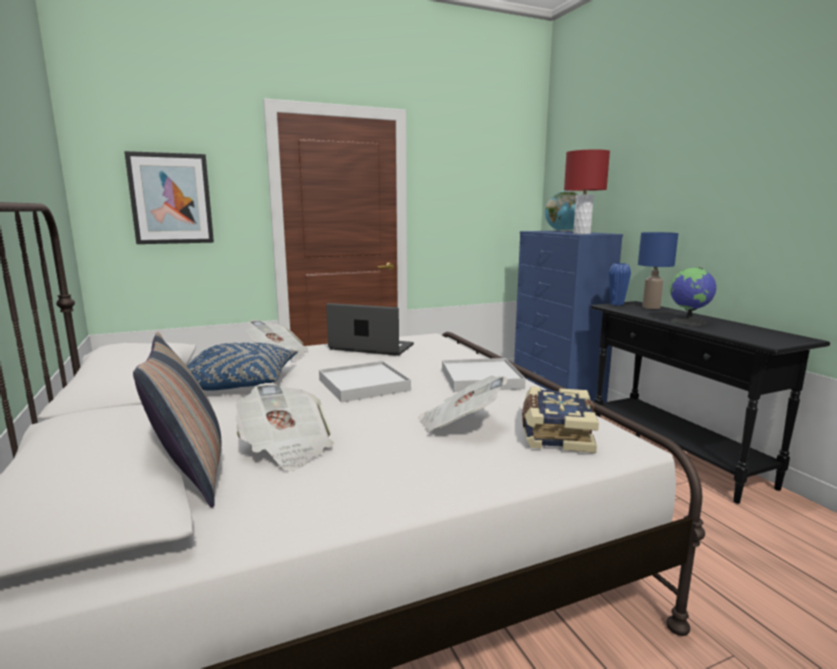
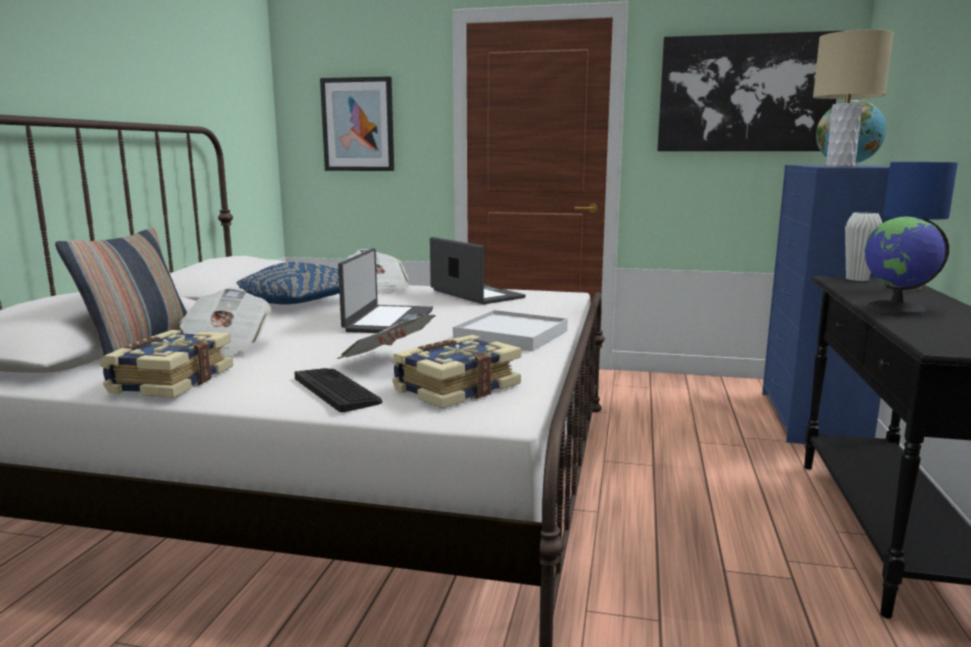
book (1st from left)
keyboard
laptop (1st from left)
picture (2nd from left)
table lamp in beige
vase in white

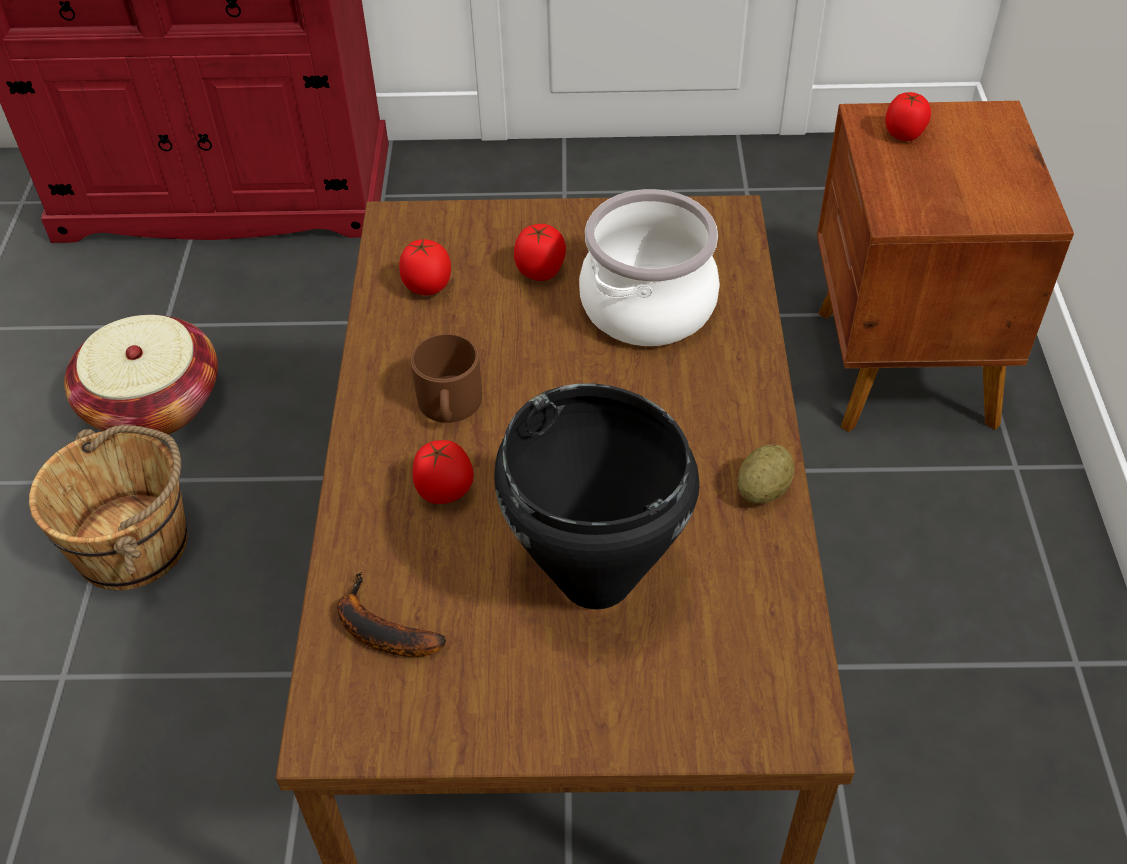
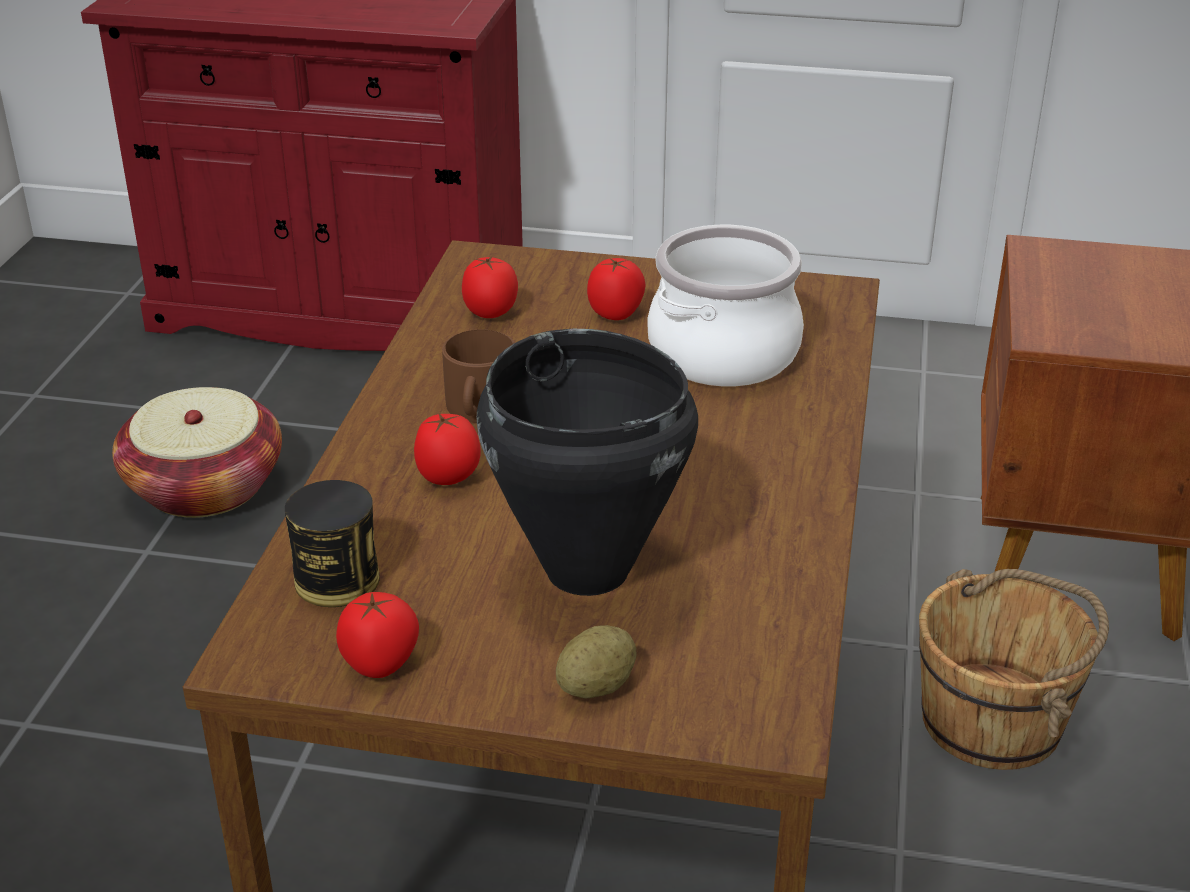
can
tomato (1st from left)
potato
bucket in brown

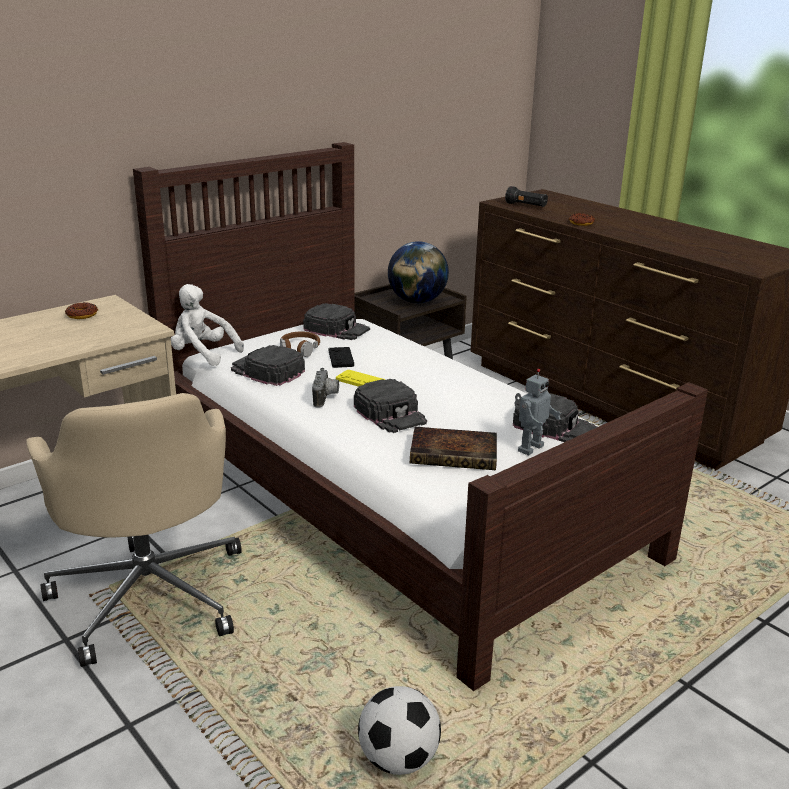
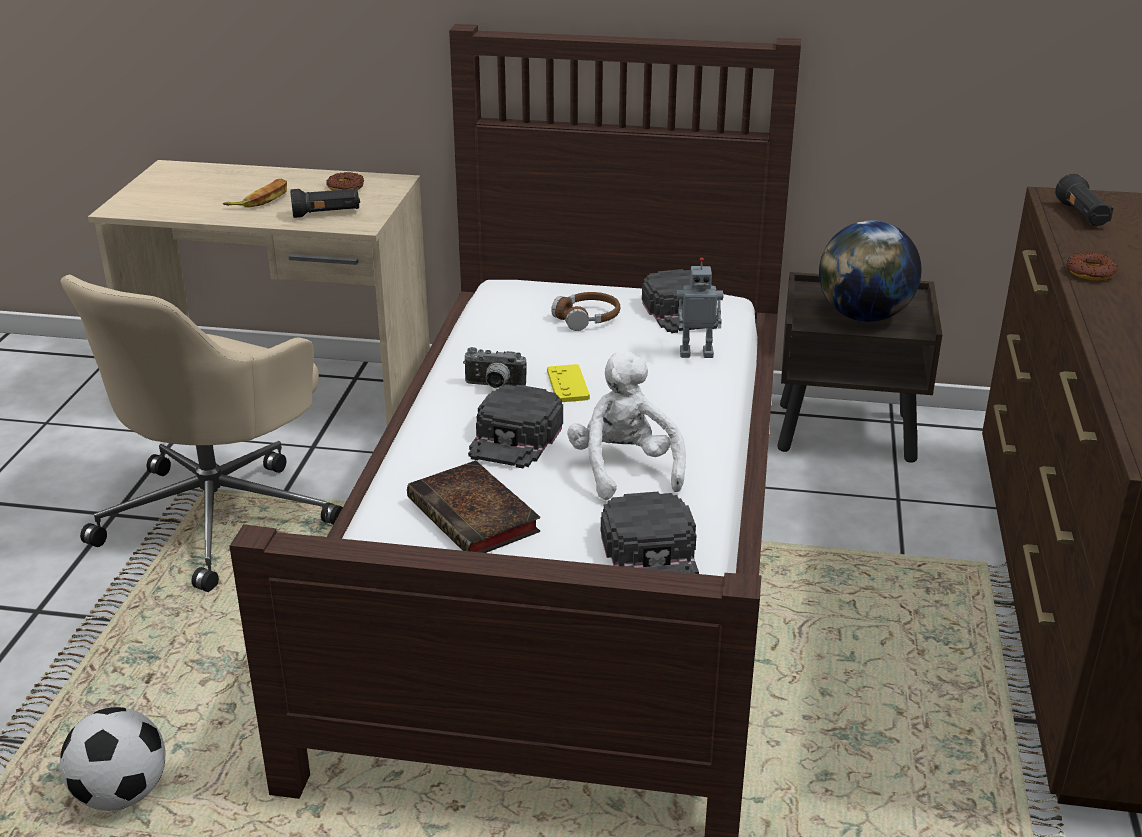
banana
flashlight in black (1st from left)
photo camera
plush toy in white
toy robot
cap in black (1st from left in the first image)
game controller in black

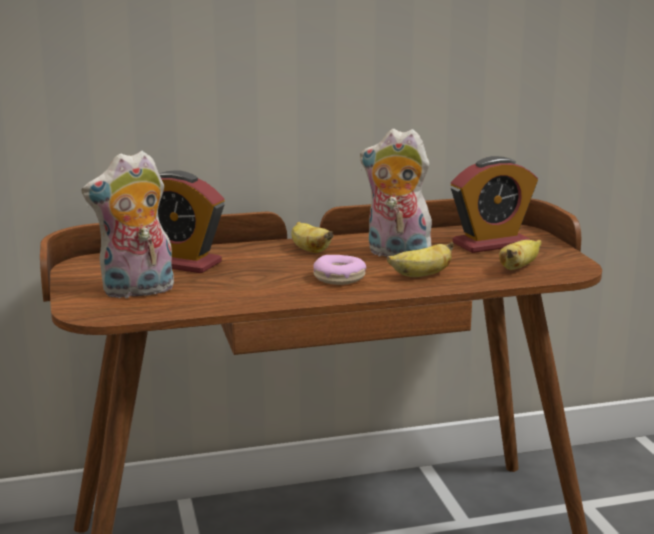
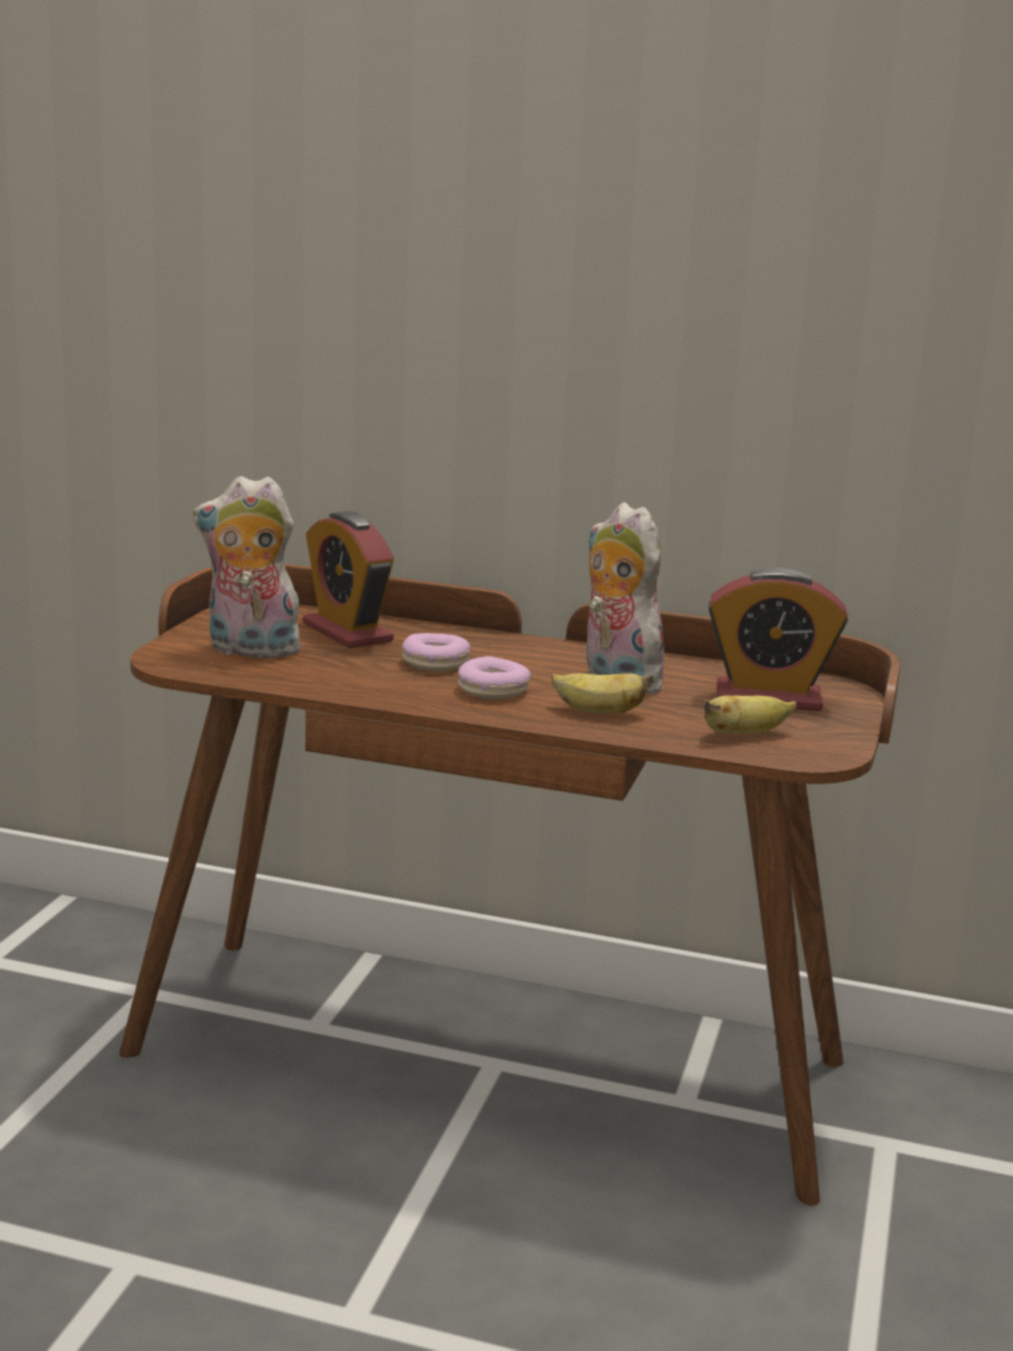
donut (1st from left)
banana (1st from left in the first image)

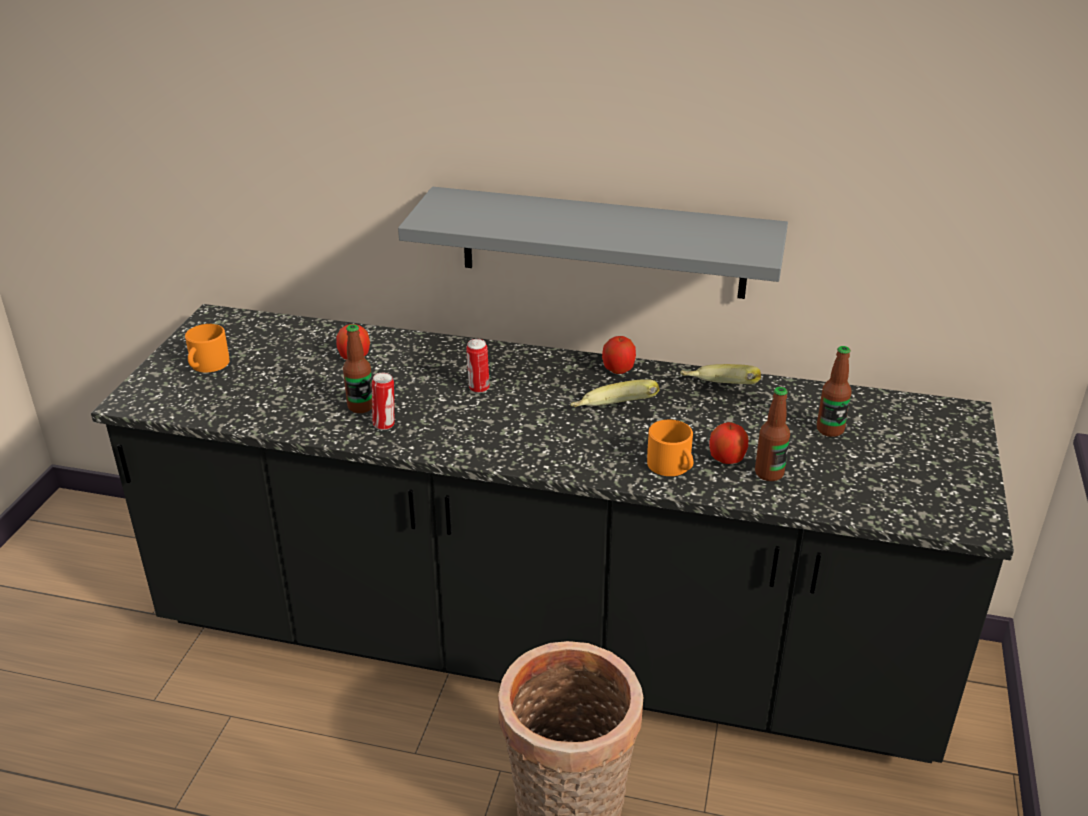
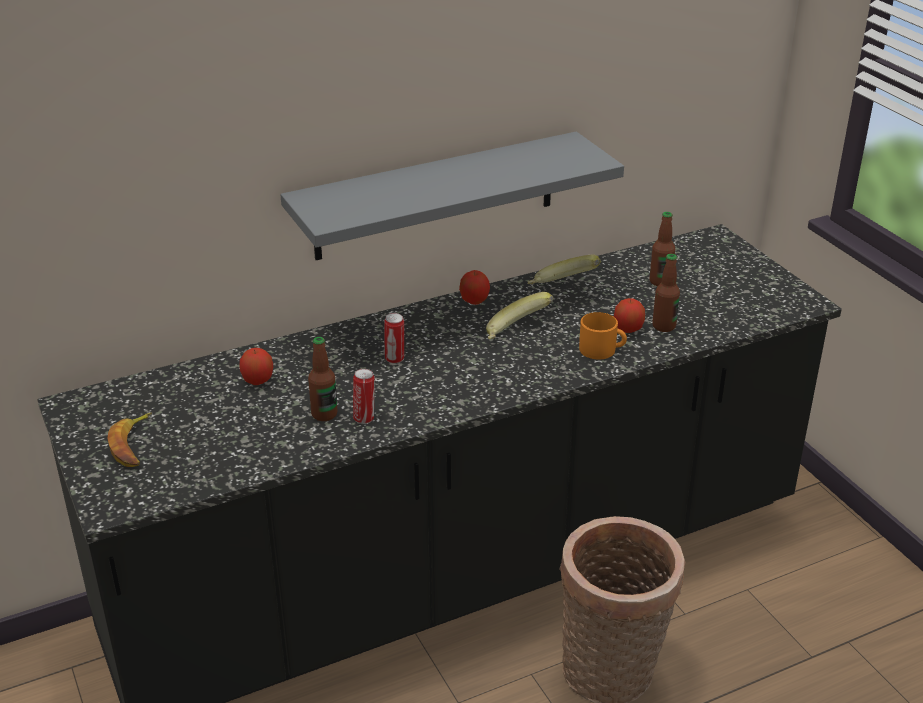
banana (1st from left)

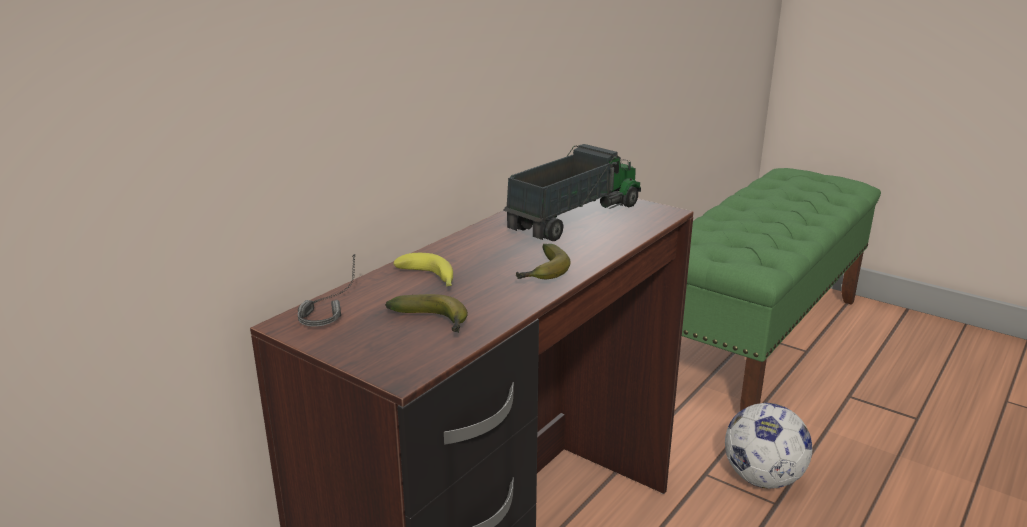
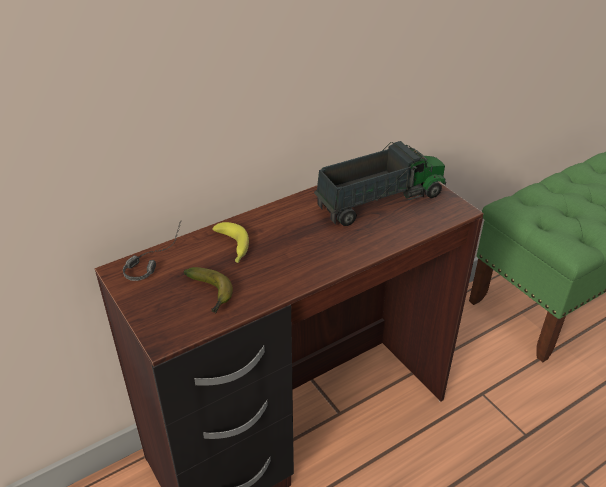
banana (3rd from left in the first image)
football

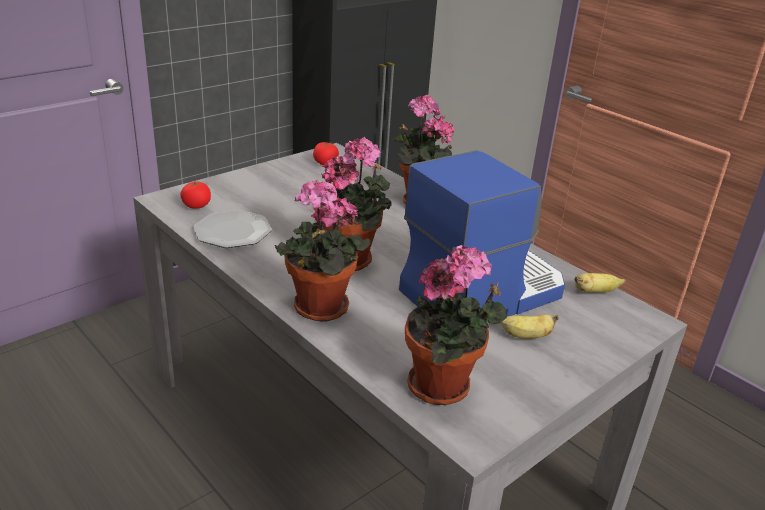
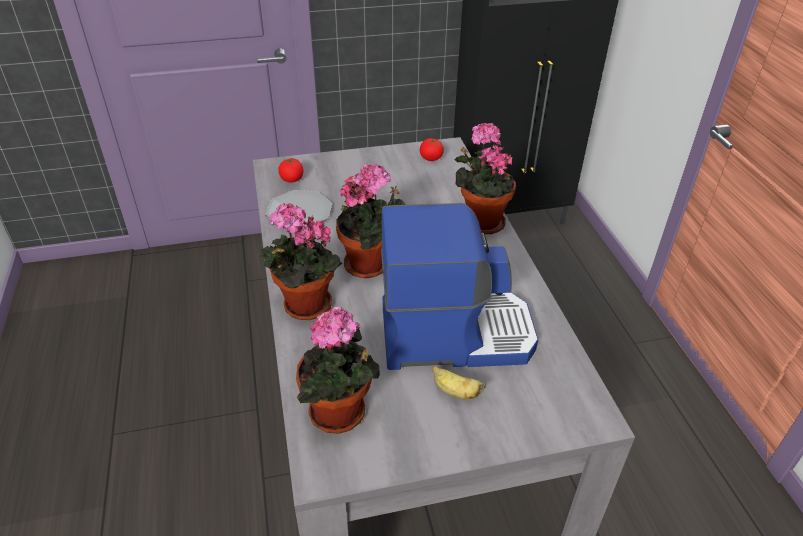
banana (2nd from left in the first image)

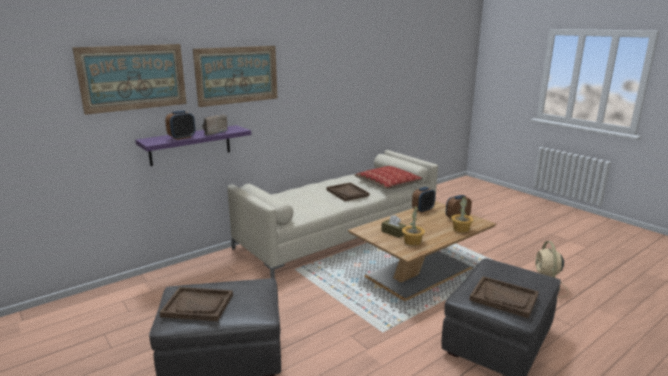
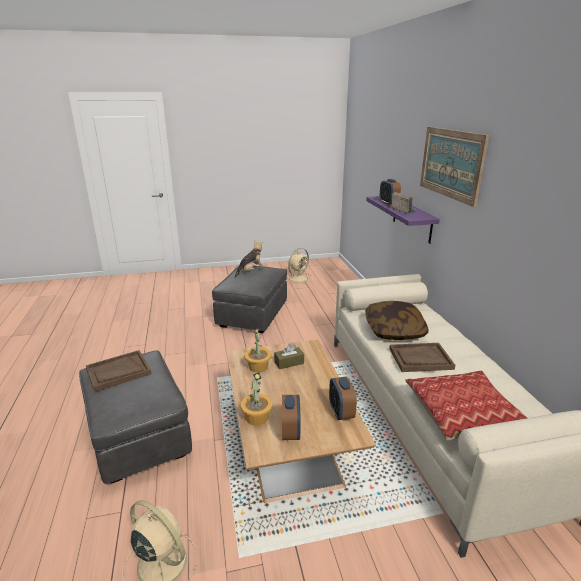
plush toy
fan in beige (2nd from left)
pillow (1st from left)
picture (1st from left in the first image)

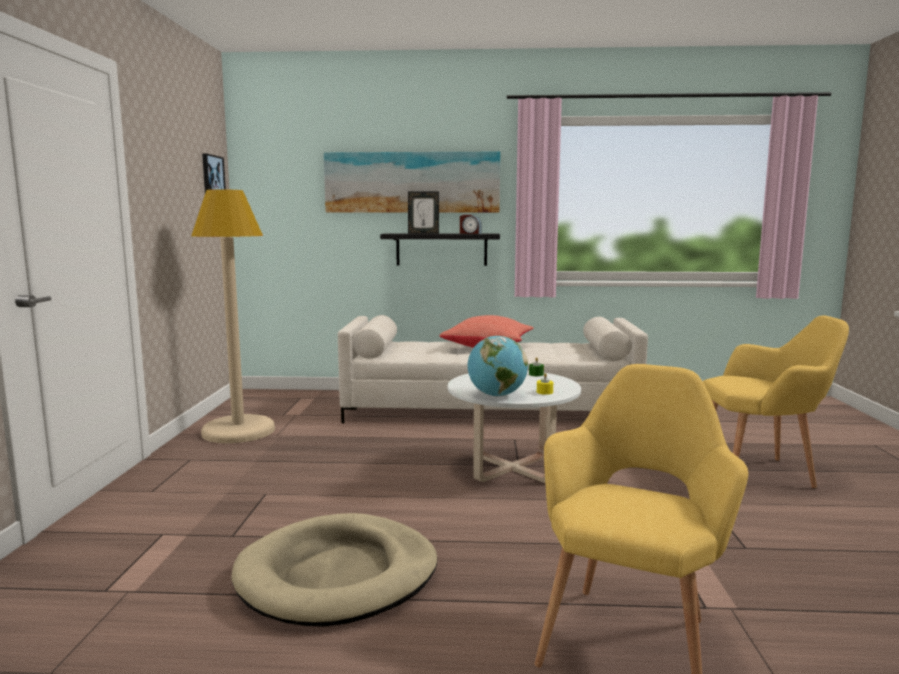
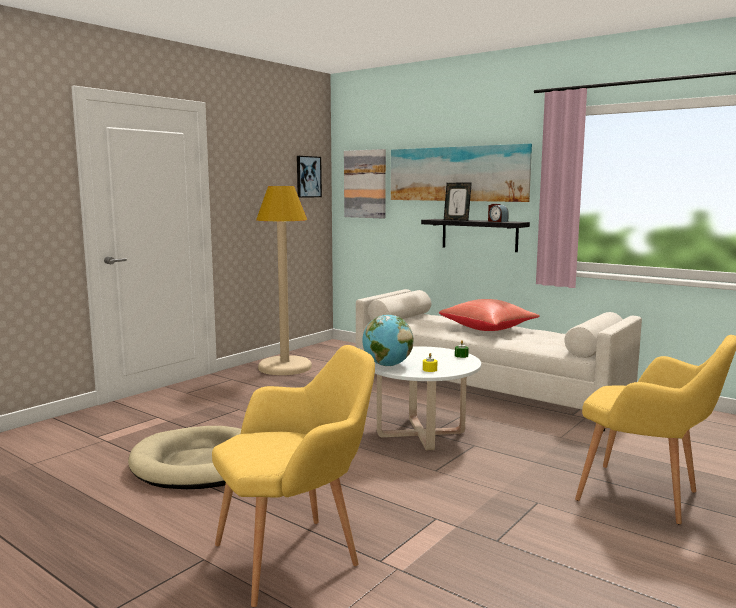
picture (2nd from left)

